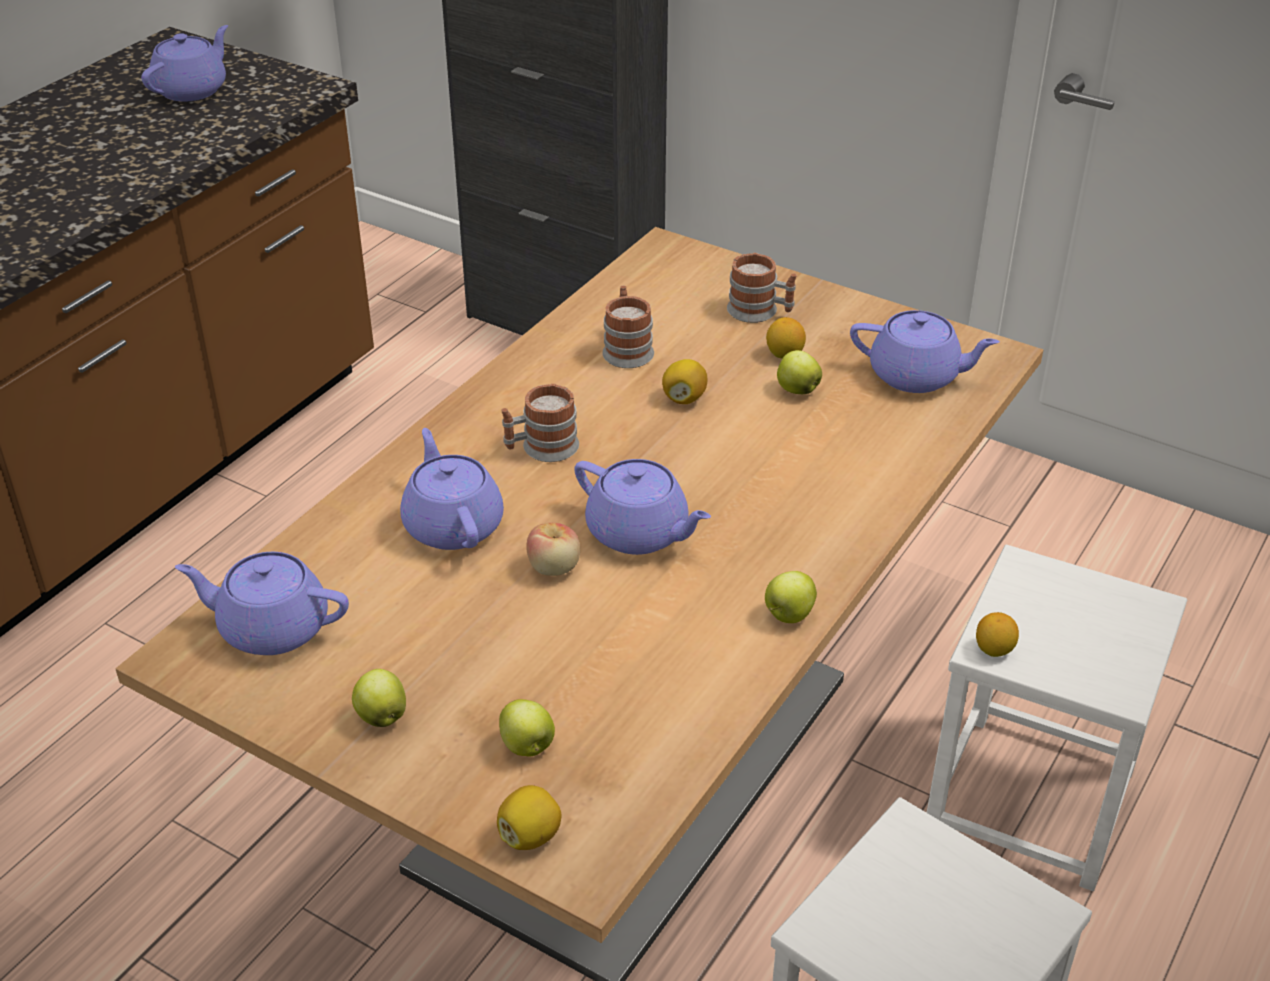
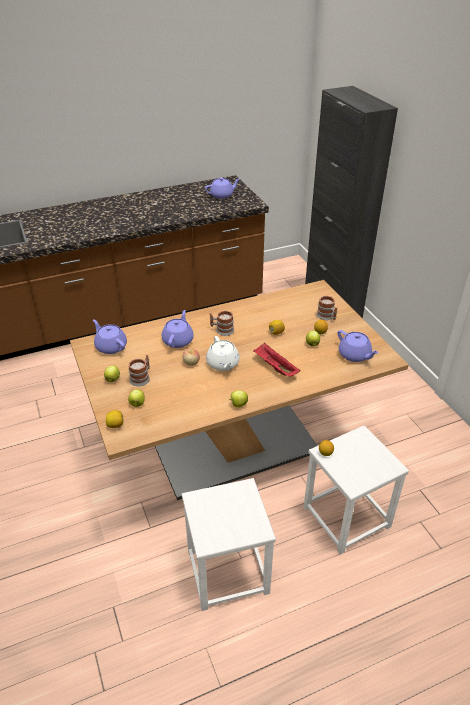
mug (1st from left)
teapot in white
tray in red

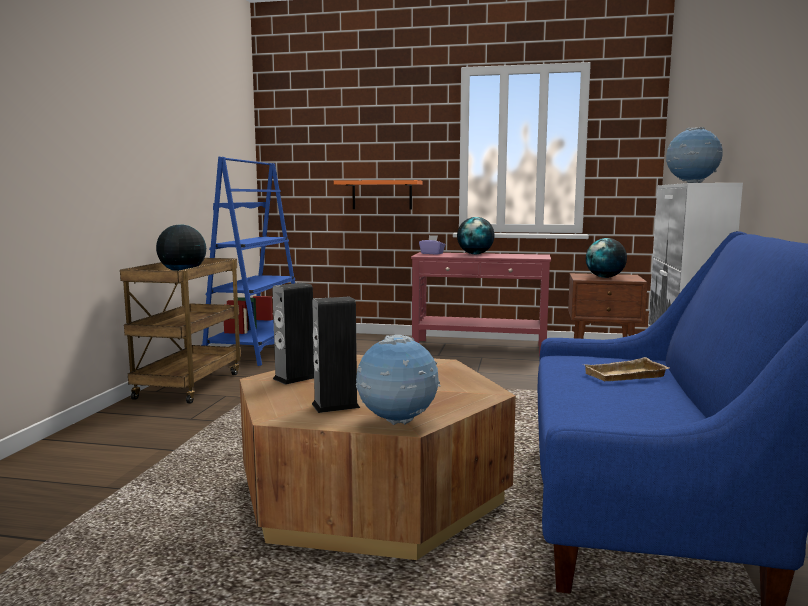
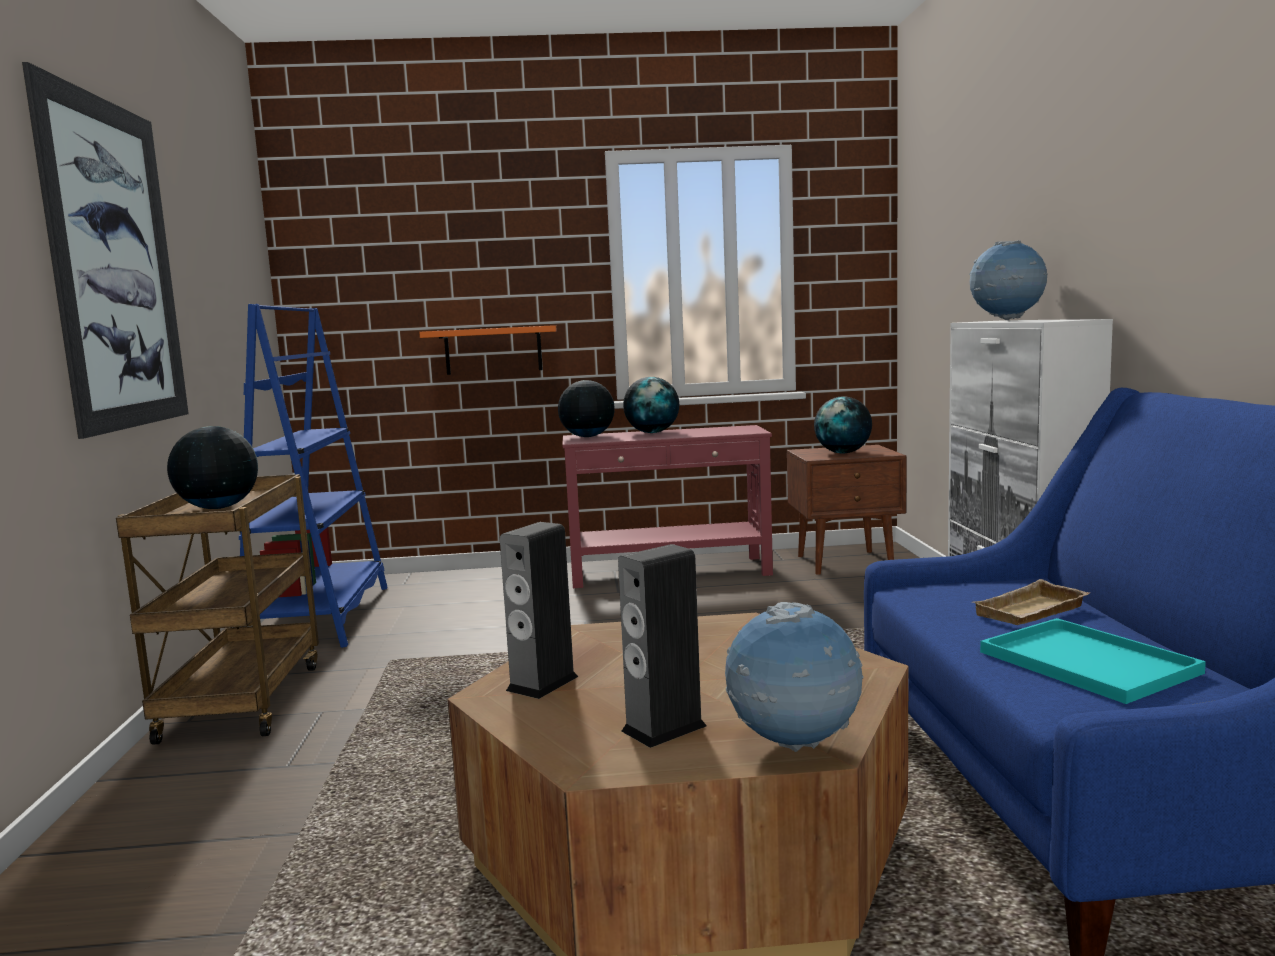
picture
globe (2nd from left)
tray in turquoise

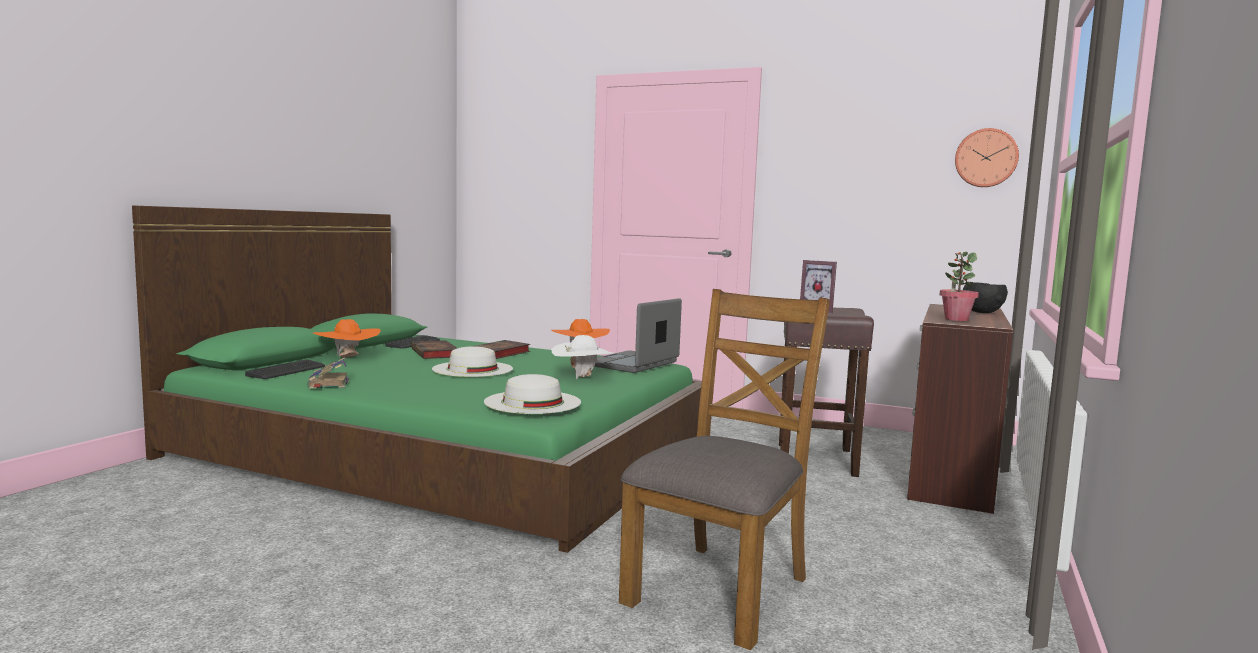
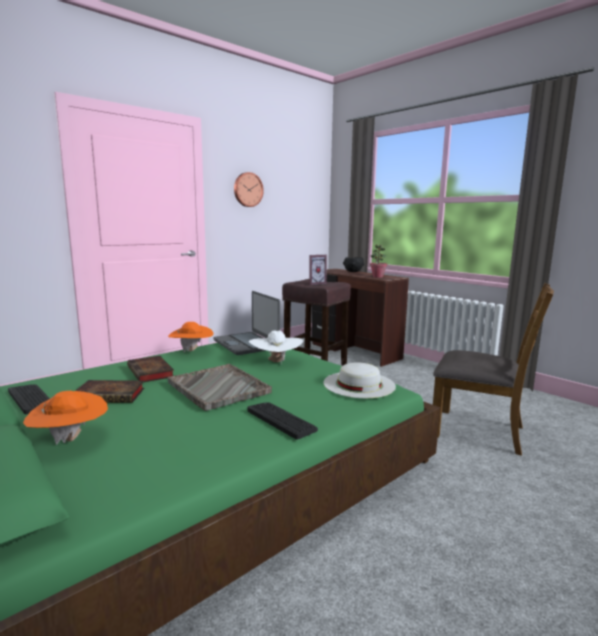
tray in grey
wall clock
keyboard (2nd from left)
chair in brown
book (1st from left in the first image)

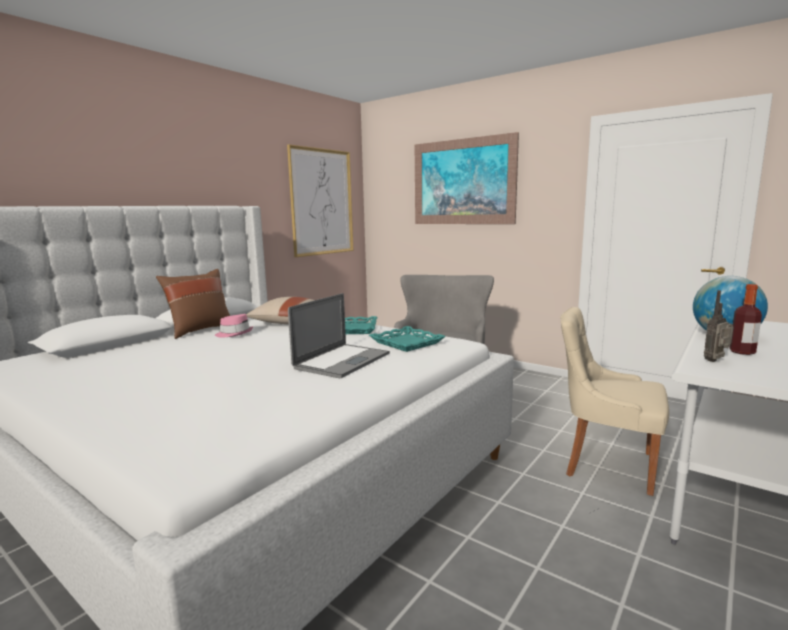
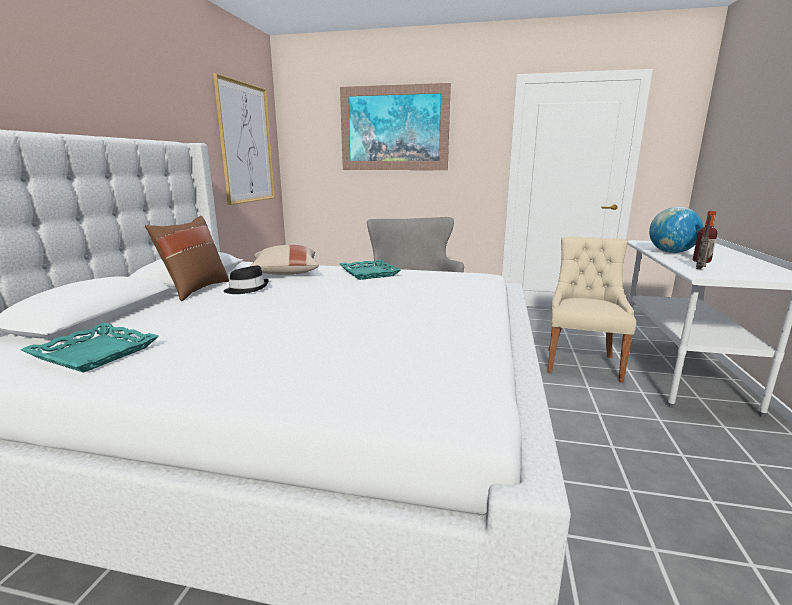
tray in turquoise (1st from left)
hat in black
chair in beige
laptop

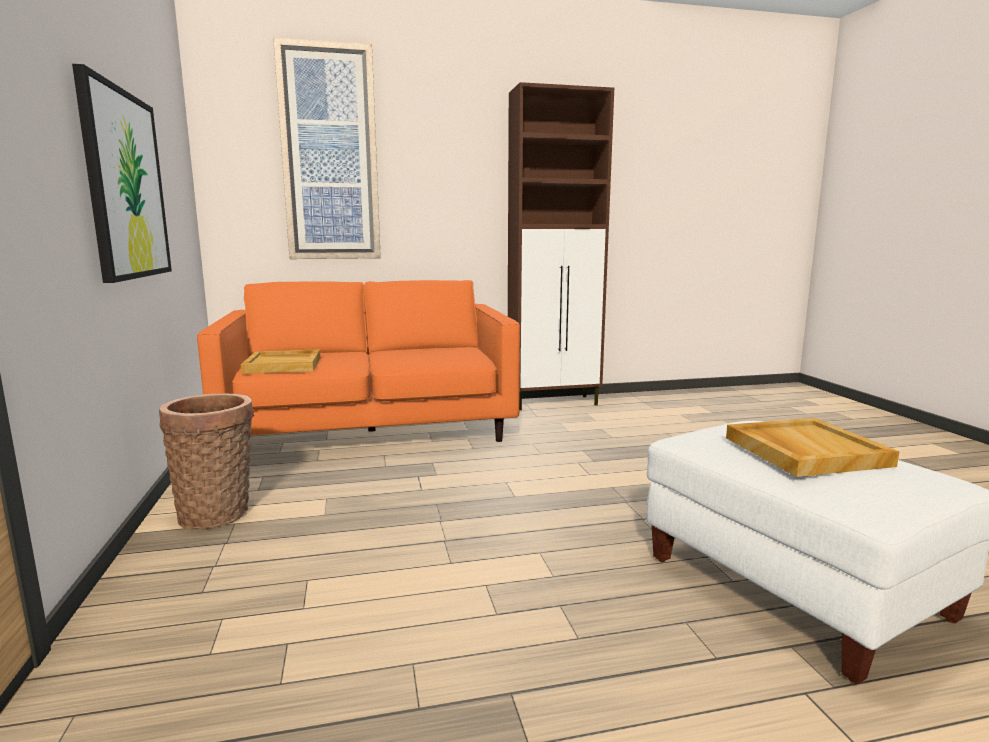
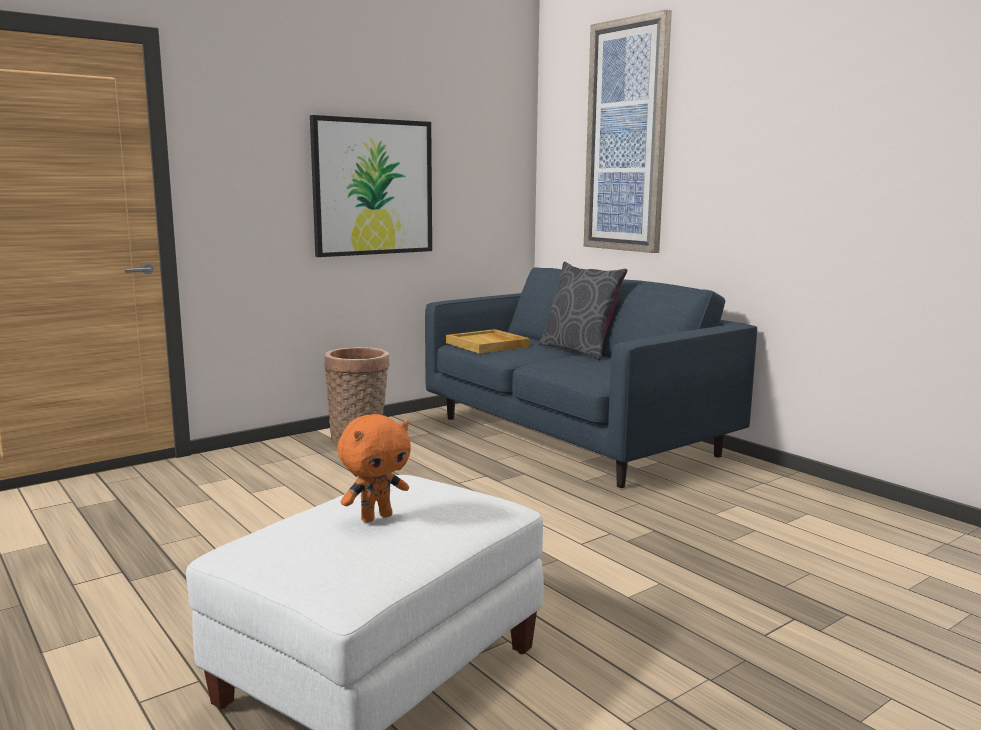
plush toy in orange
sofa in blue
pillow in grey
cabinet in brown

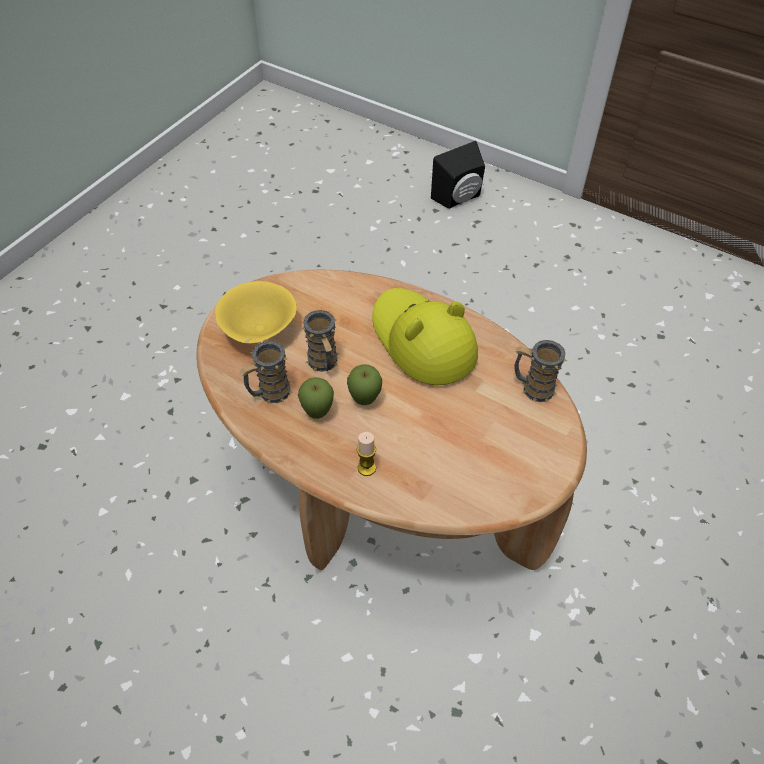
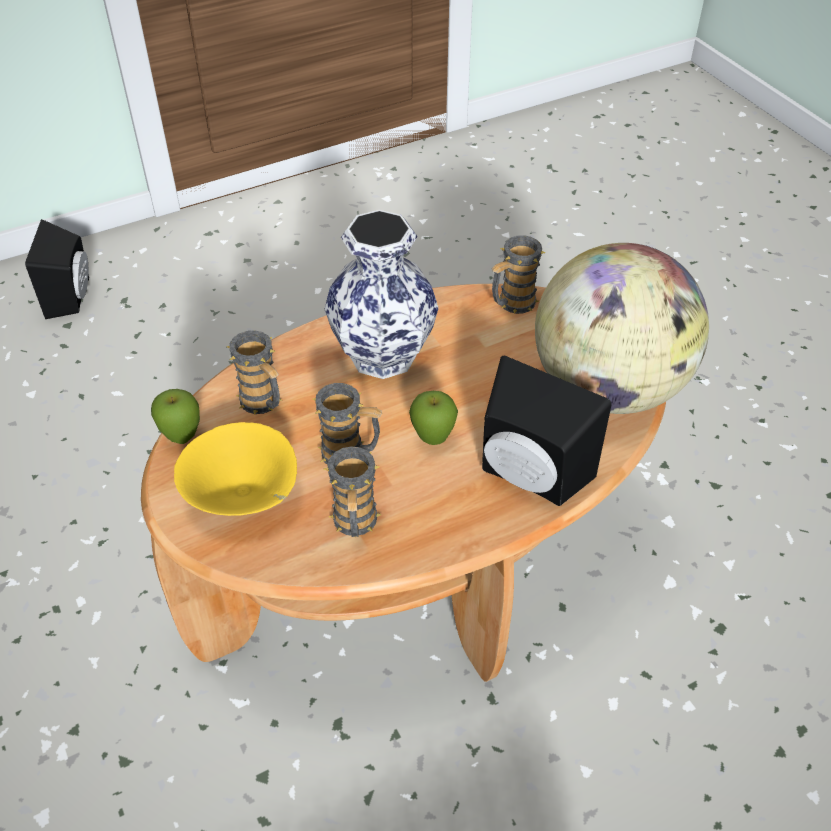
apple (1st from left)
mug (1st from left)
vase
speaker in black (2nd from left)
globe

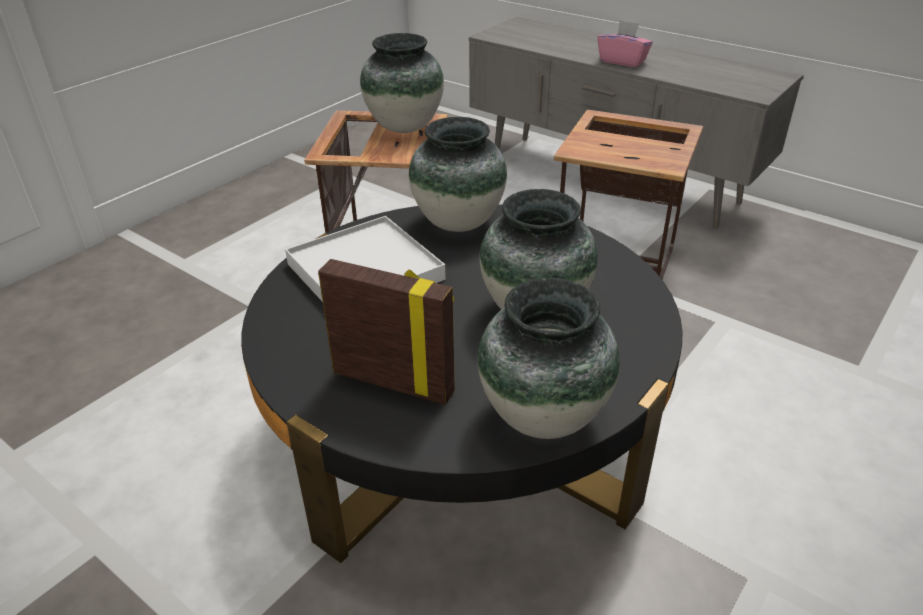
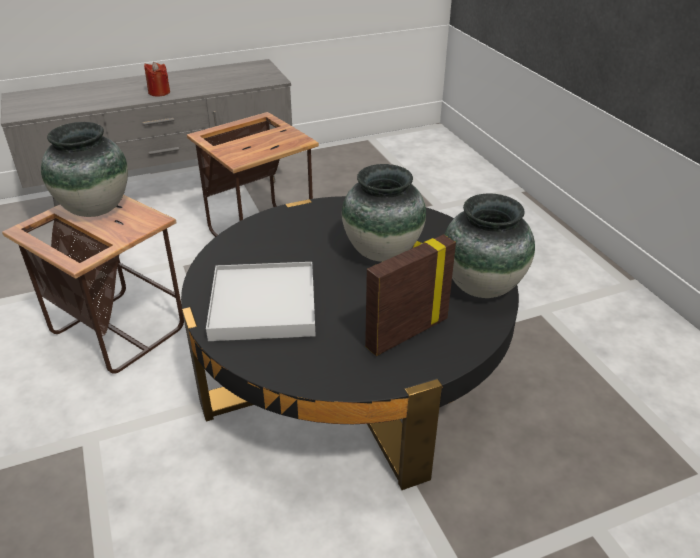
candle in red
vase (2nd from left in the first image)

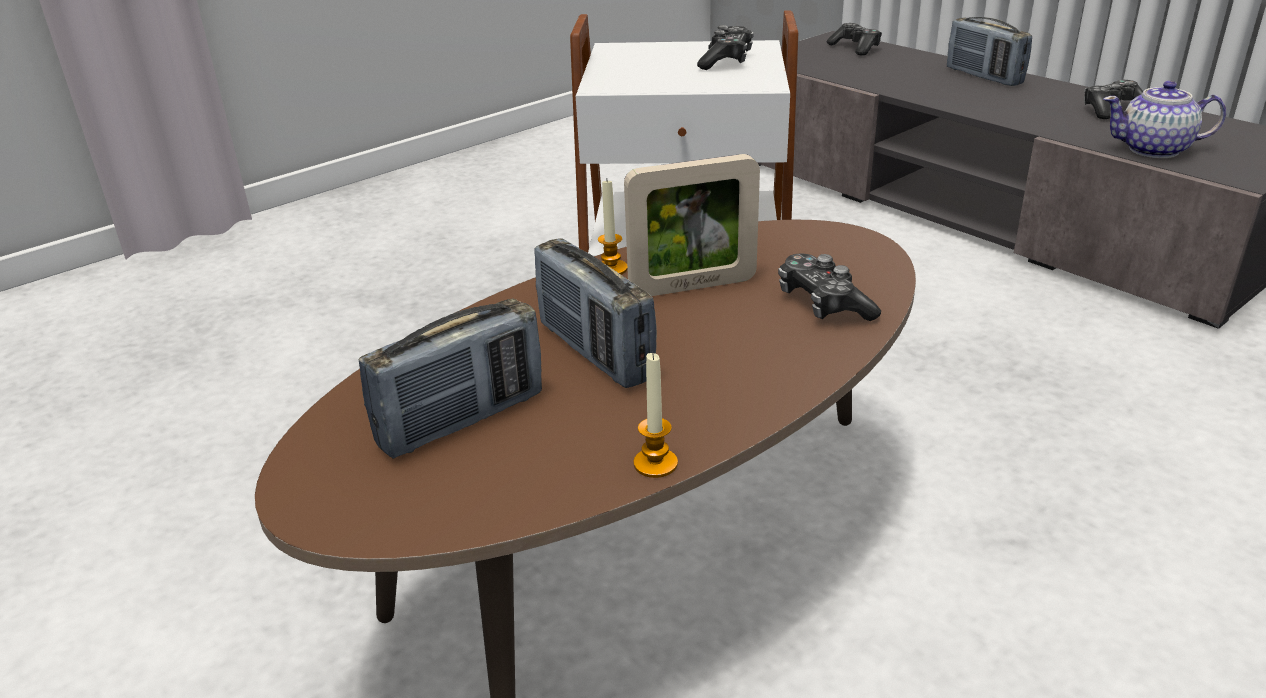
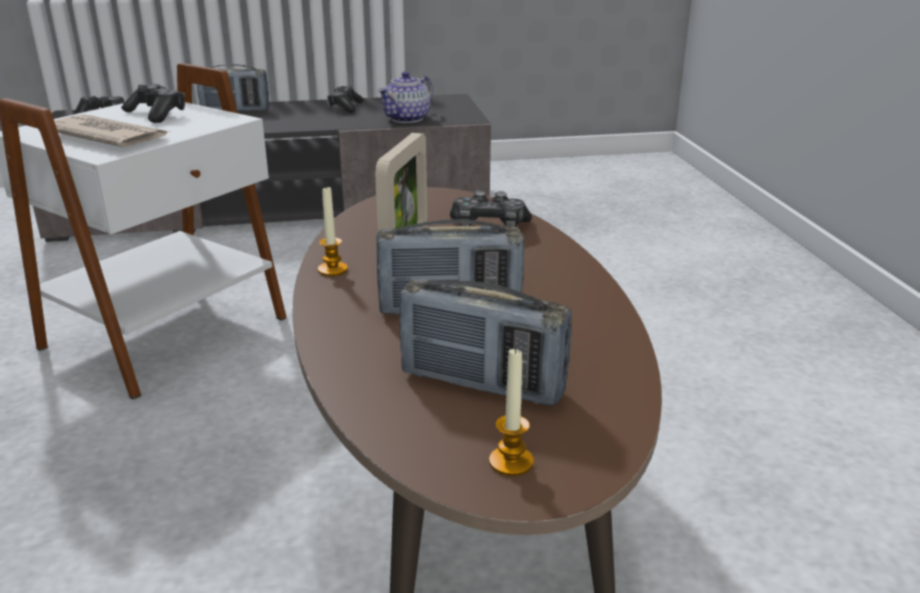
newspaper
radio (3rd from left)
candle (2nd from left)

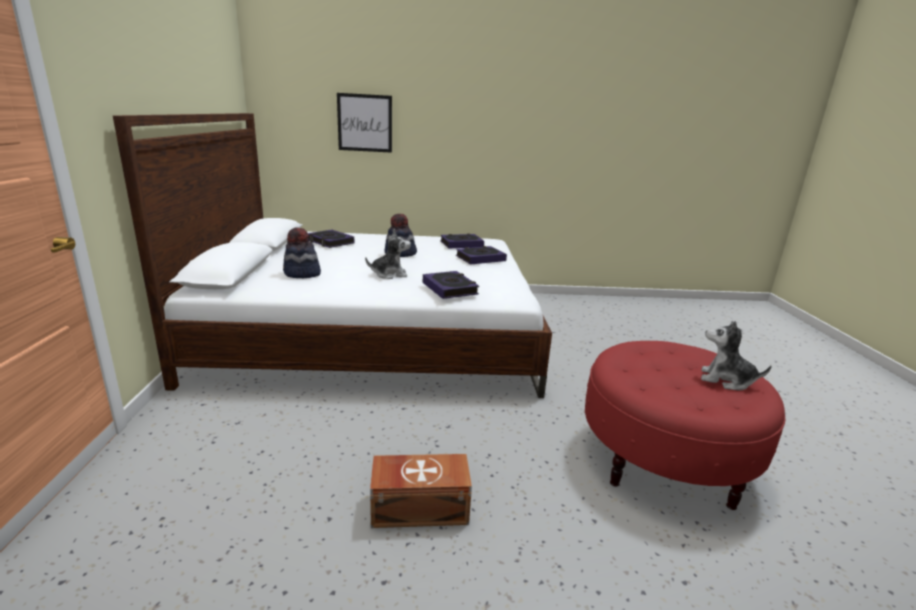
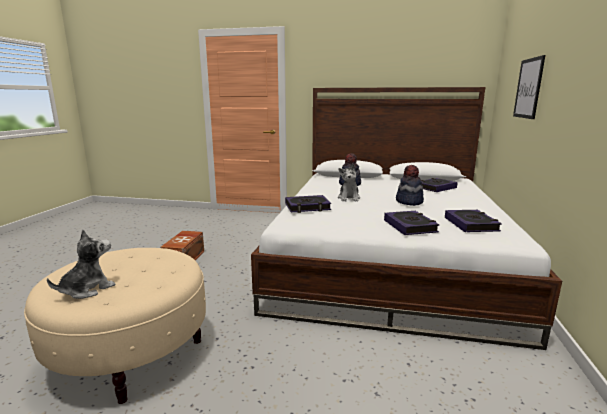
ottoman in beige

